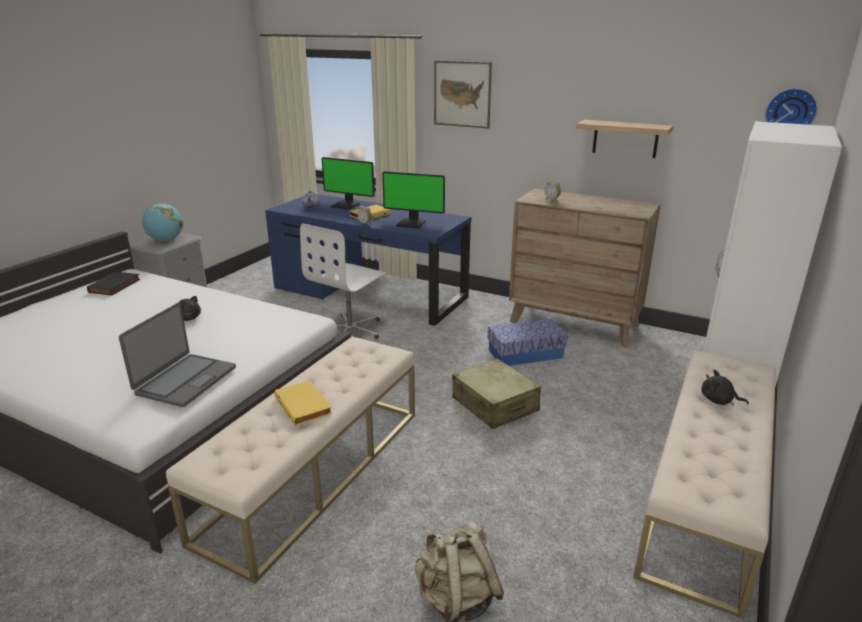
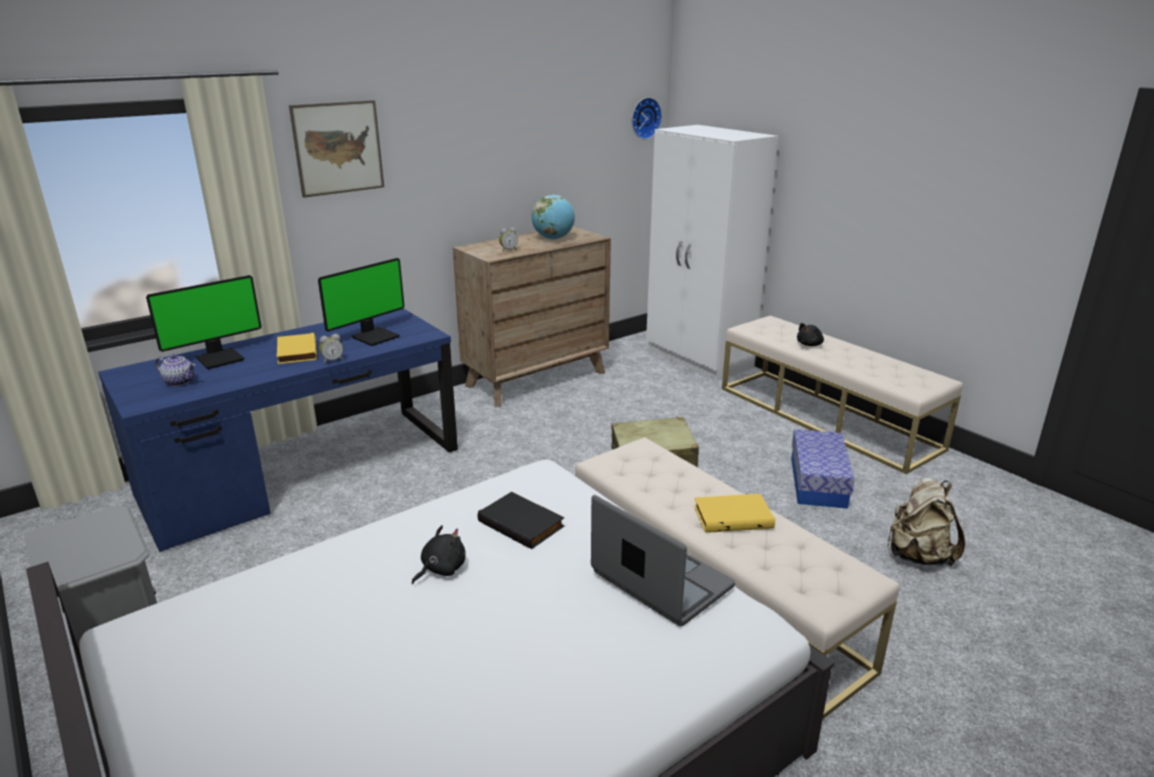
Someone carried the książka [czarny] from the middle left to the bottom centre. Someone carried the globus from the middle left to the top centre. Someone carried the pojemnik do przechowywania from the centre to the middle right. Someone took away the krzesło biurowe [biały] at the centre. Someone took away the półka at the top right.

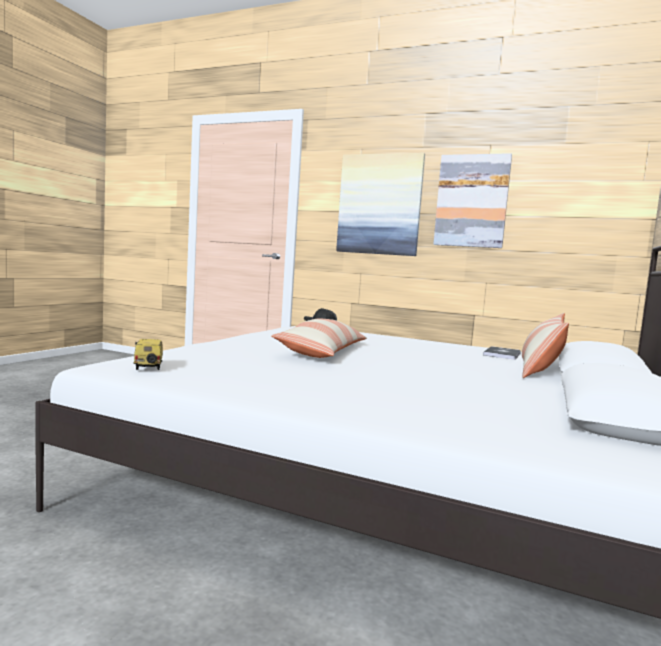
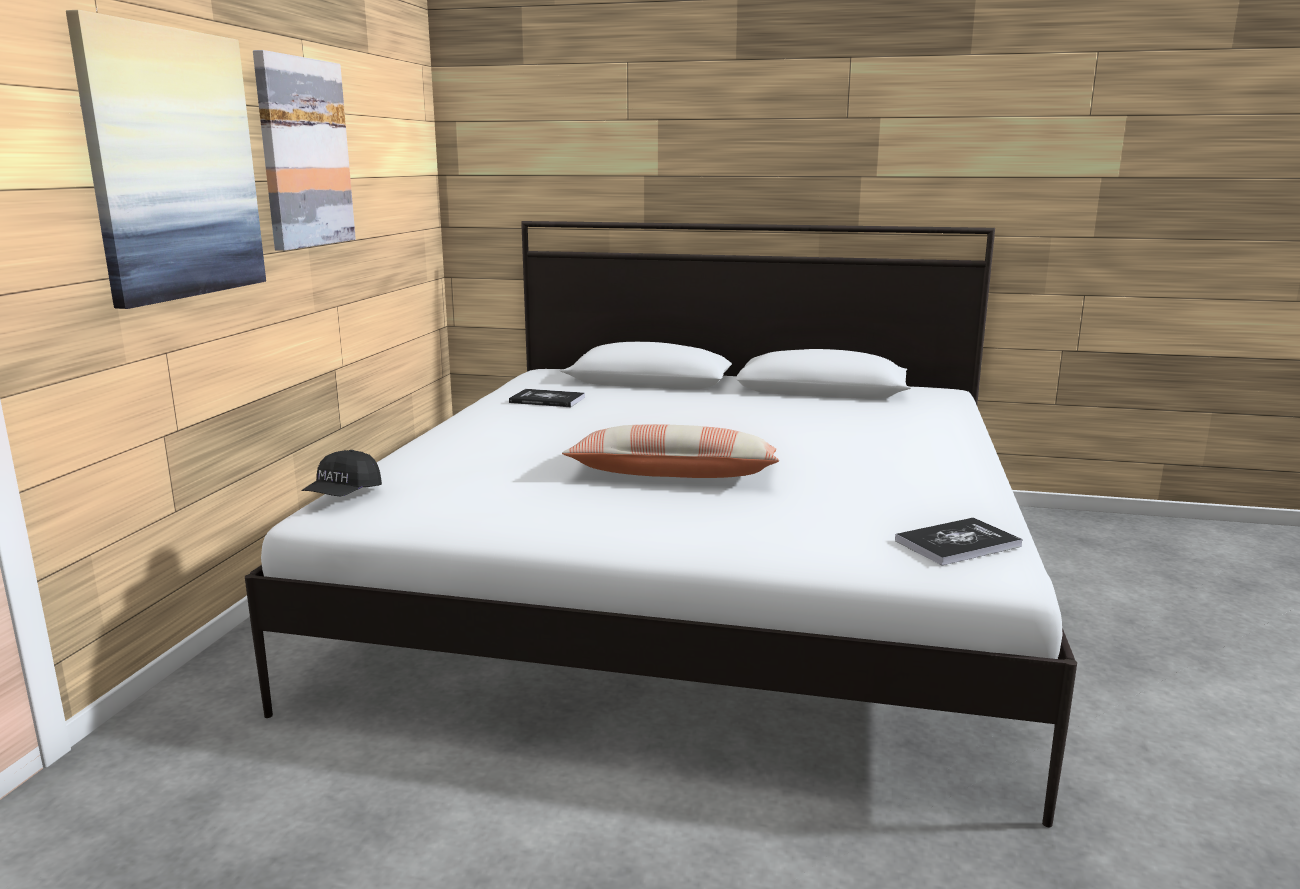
Someone swapped the samochodzik at the middle left for the książka (no. 2 from left) at the middle right. Someone took away the poduszka (no. 2 from left) at the middle right.

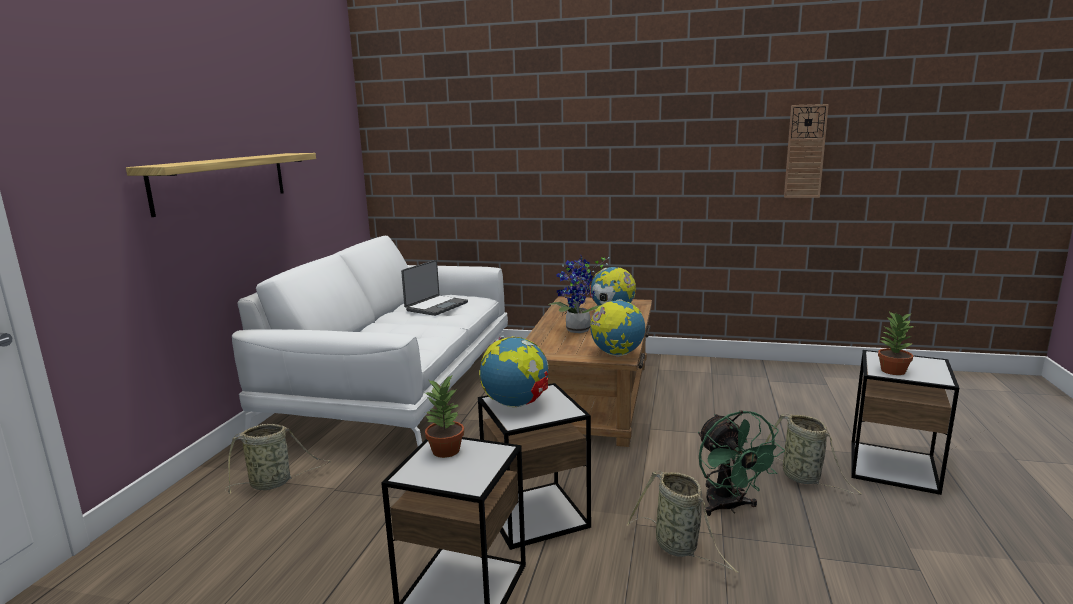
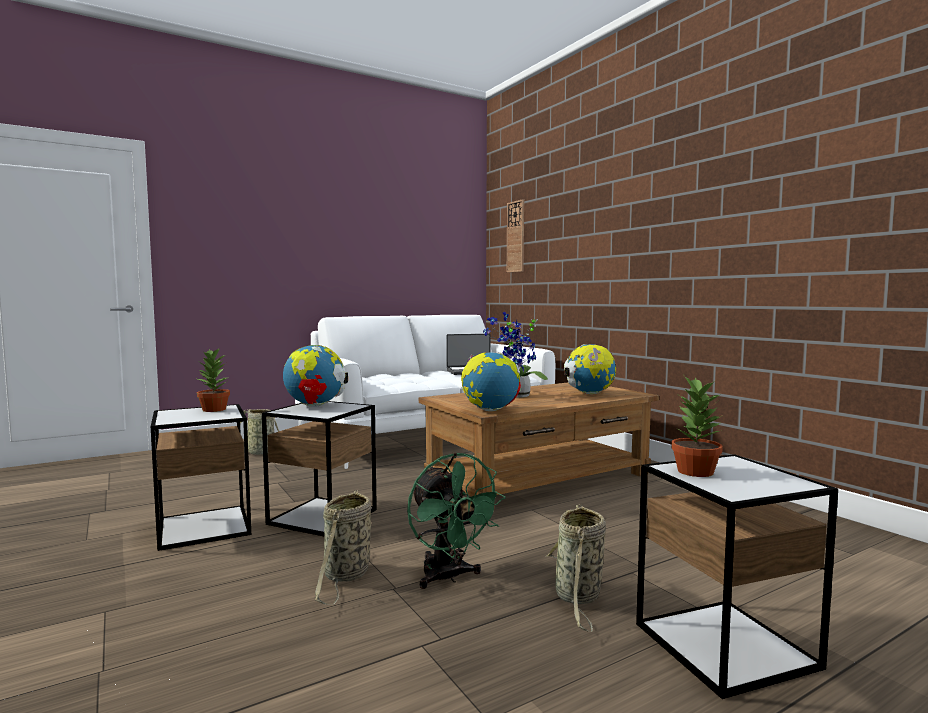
Someone rotated the wentylator [zielony] at the bottom right by 60 degrees counterclockwise. Someone carried the zegar ścienny from the top right to the top centre. Someone took away the półka at the top left.

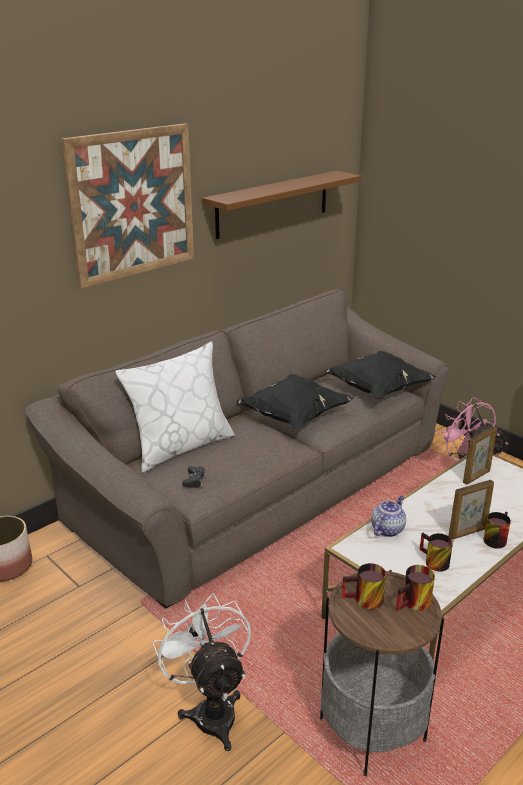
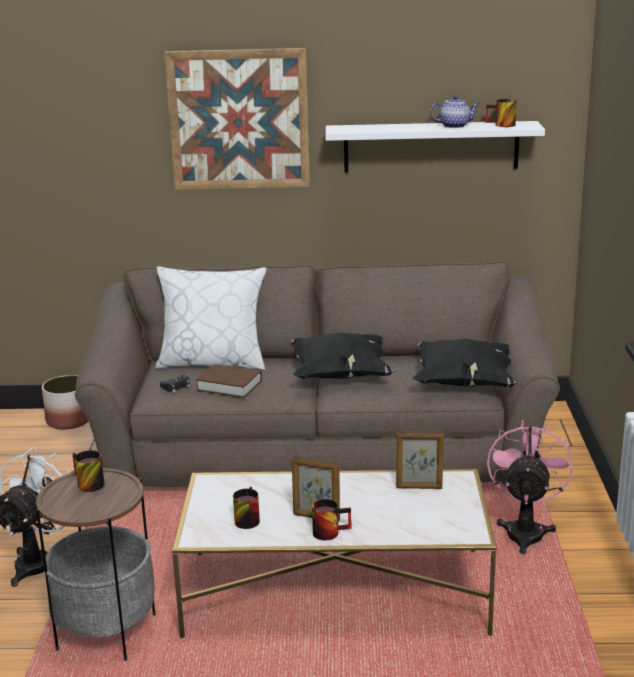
Someone put down the książka [brązowy] at the centre. Someone repainted the półka [brązowy] at the top centre, which became the półka [biały] at the top right. Someone carried the imbryk from the middle right to the top right. Someone carried the kubek (no. 2 from left in the first image) from the bottom right to the top right.

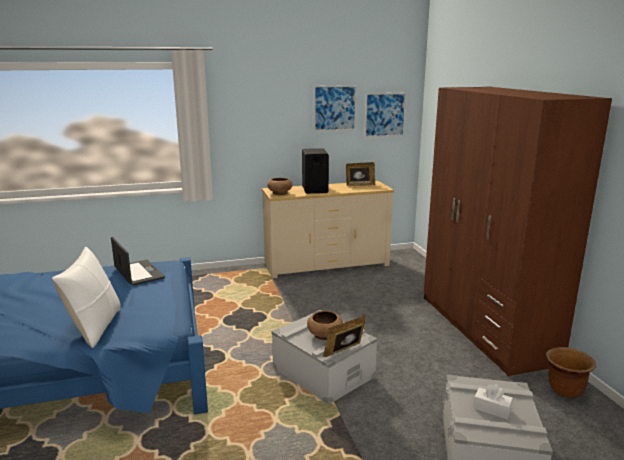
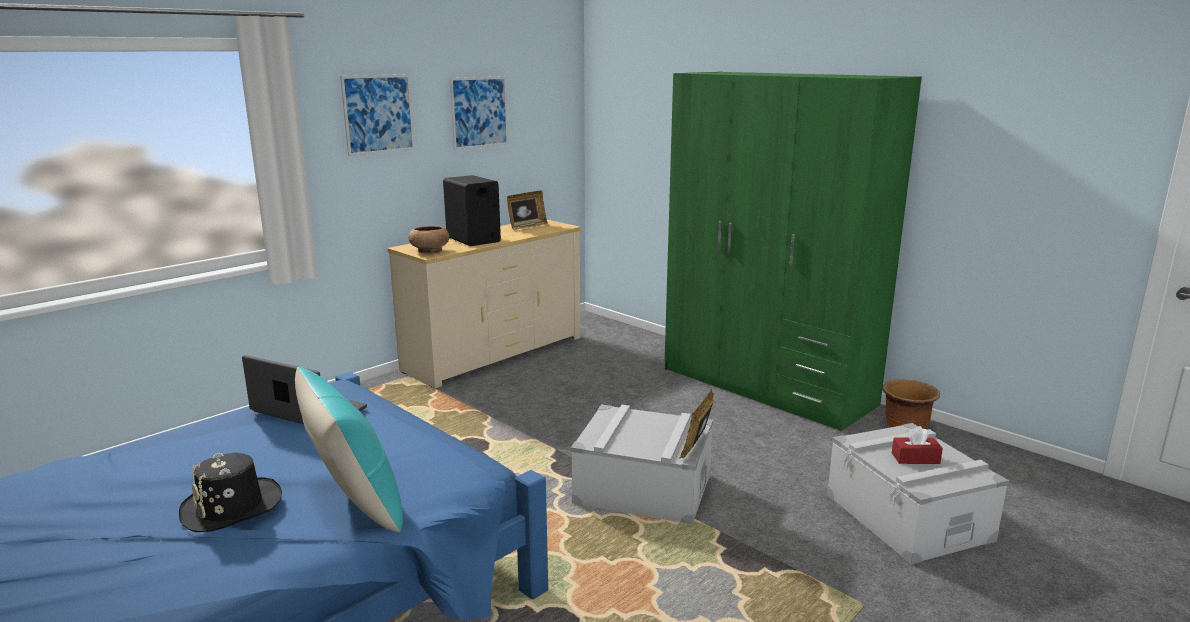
Someone put down the kapelusz [czarny] at the bottom left. Someone repainted the poduszka [biały] at the middle left, which became the poduszka [turkusowy] at the bottom left. Someone carried the obraz (no. 2 from left in the first image) from the top centre to the top left. Someone repainted the szafa [brązowy] at the middle right, which became the szafa [zielony] at the centre. Someone repainted the pudełko chusteczek [biały] at the bottom right, which became the pudełko chusteczek [czerwony] at the bottom right. Someone took away the miska [brązowy] (no. 2 from left) at the bottom centre.

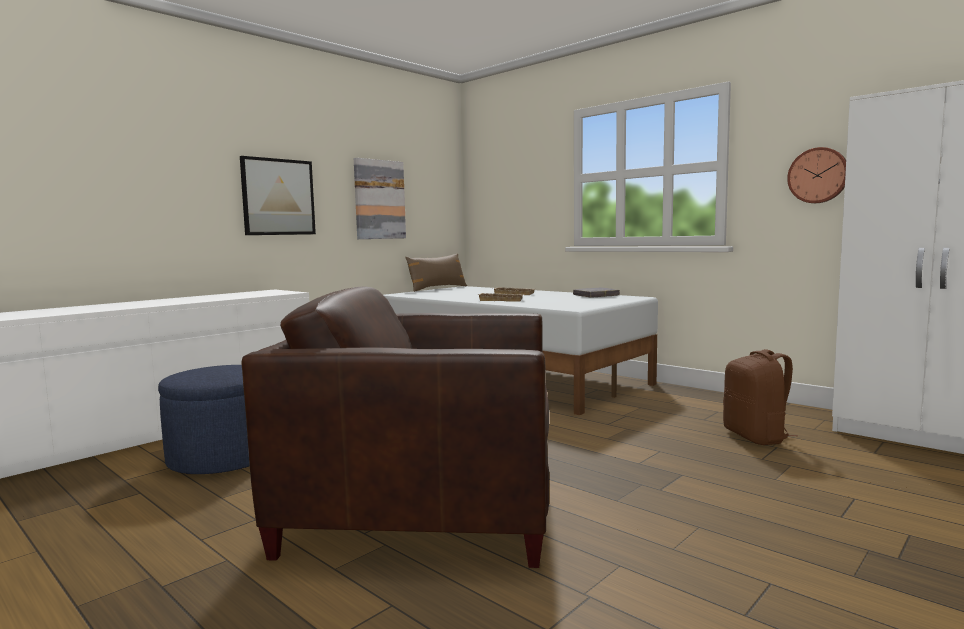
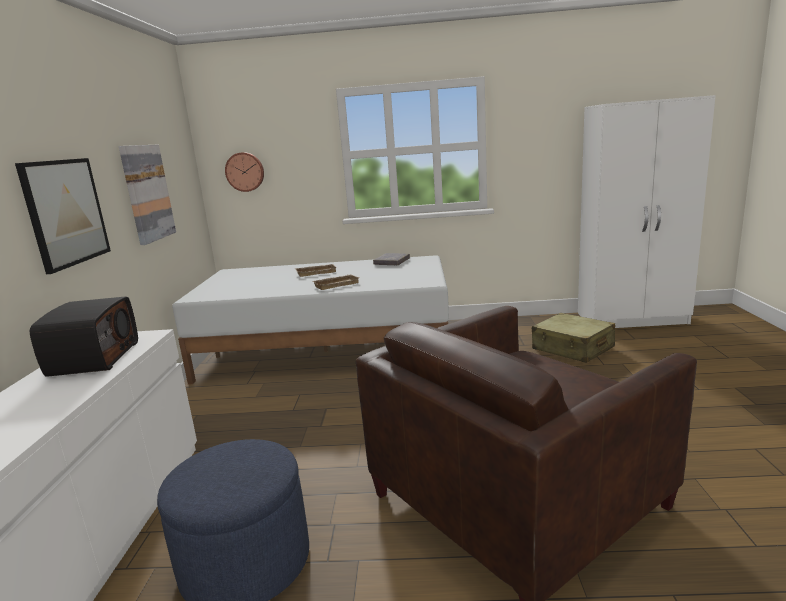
Someone put down the radio at the middle left. Someone carried the zegar ścienny from the top right to the top left. Someone swapped the plecak [brązowy] at the middle right for the walizka [beżowy] at the middle right. Someone took away the poduszka [brązowy] at the centre.

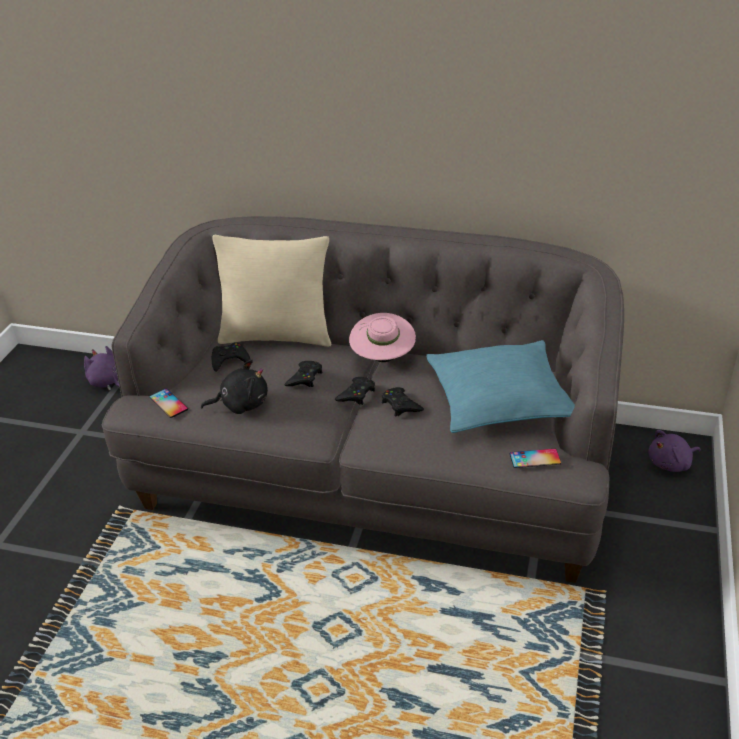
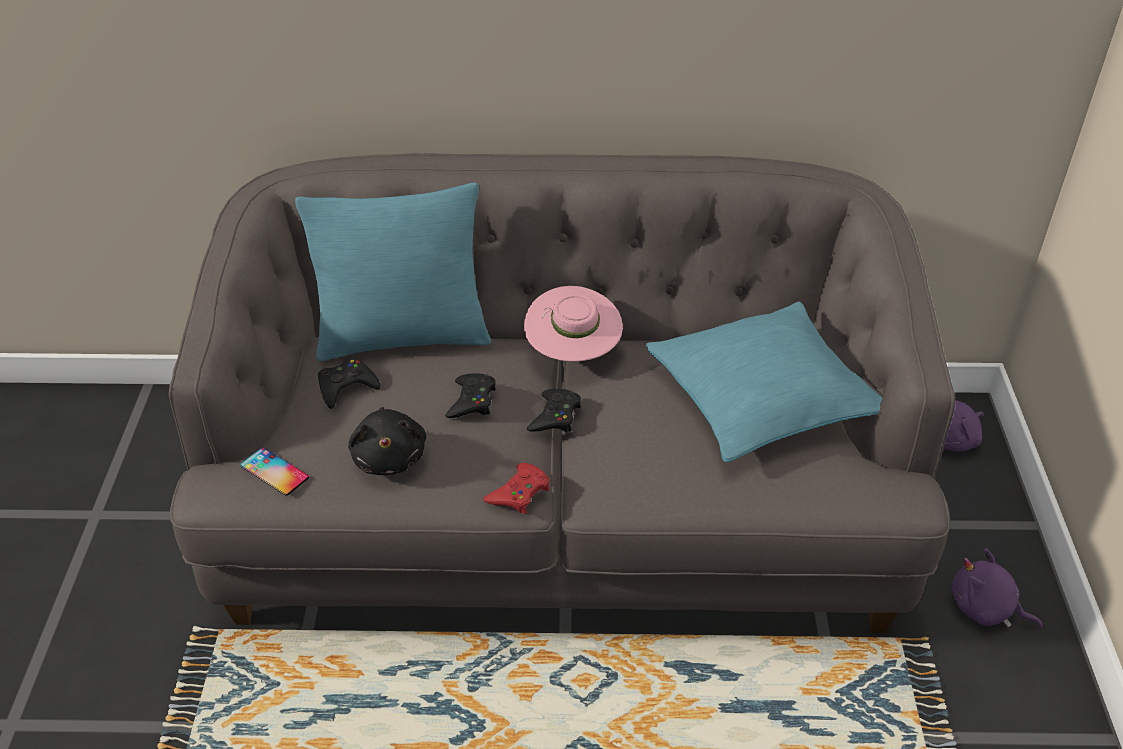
Someone repainted the poduszka [beżowy] at the centre, which became the poduszka [turkusowy] (no. 1 from left) at the centre. Someone rotated the pluszak [czarny] at the middle left by 105 degrees clockwise. Someone put down the pad do gier [czerwony] at the centre. Someone carried the pluszak [fioletowy] (no. 1 from left in the first image) from the middle left to the bottom right. Someone took away the pad do gier [czarny] (no. 4 from left) at the centre. Someone took away the telefon (no. 2 from left) at the middle right.

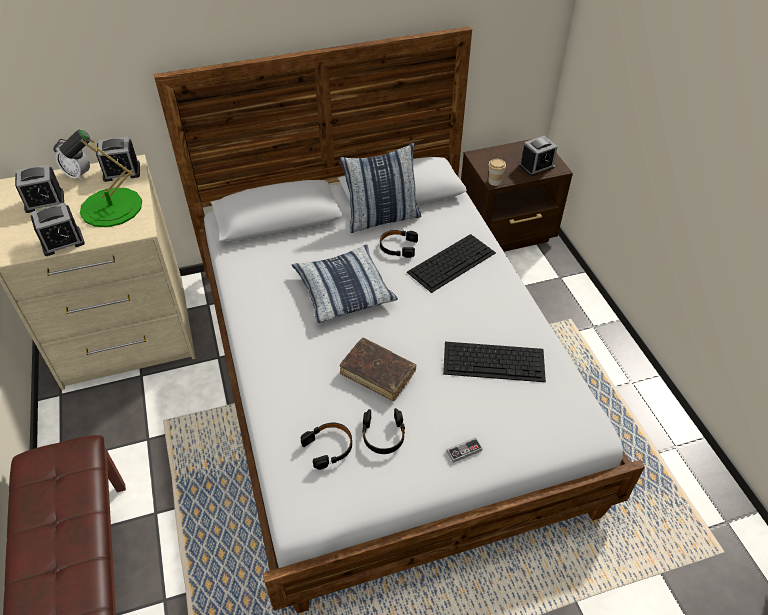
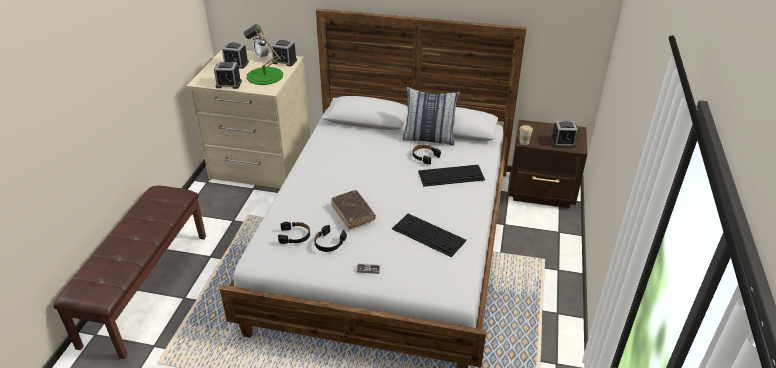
Someone took away the poduszka (no. 1 from left) at the centre.

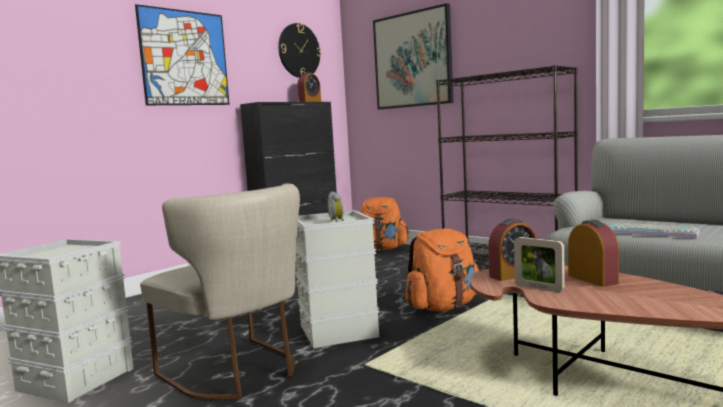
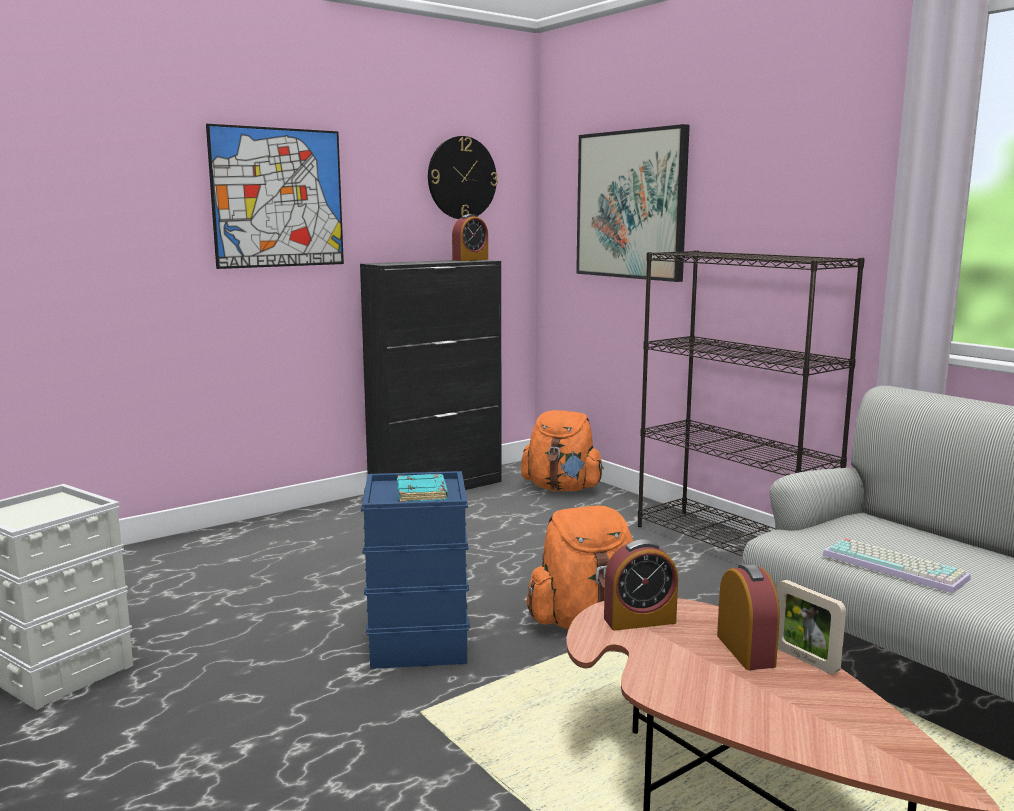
Someone repainted the pojemnik do przechowywania [szary] (no. 2 from left) at the bottom centre, which became the pojemnik do przechowywania [niebieski] at the bottom centre. Someone swapped the budzik (no. 2 from left) at the centre for the książka [turkusowy] at the centre. Someone carried the ramka na zdjęcie from the middle right to the bottom right. Someone took away the krzesło [beżowy] at the bottom left.

